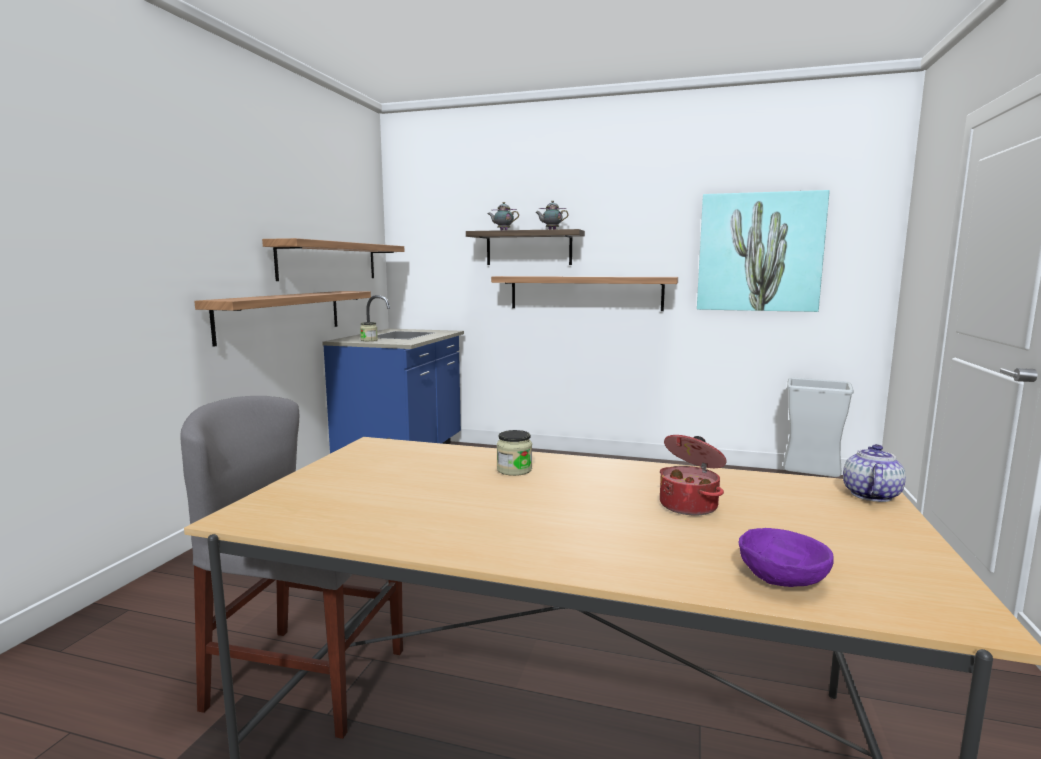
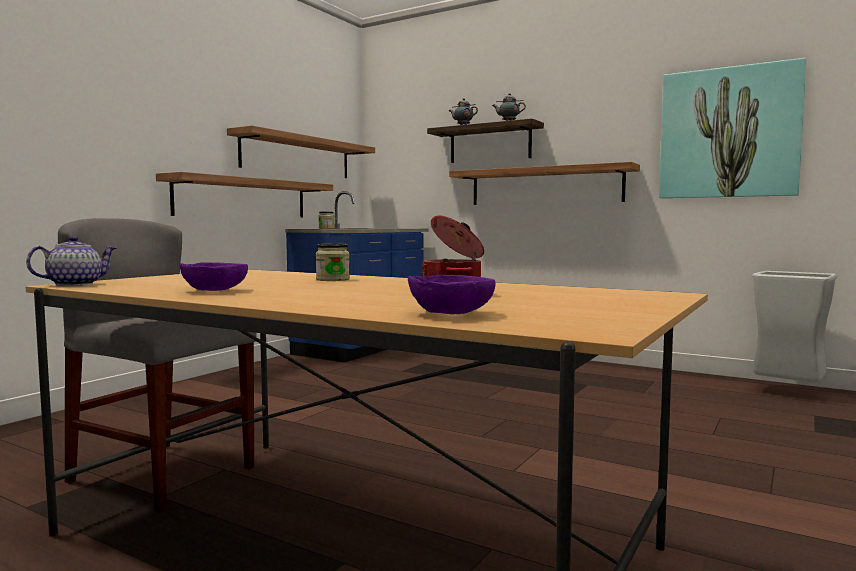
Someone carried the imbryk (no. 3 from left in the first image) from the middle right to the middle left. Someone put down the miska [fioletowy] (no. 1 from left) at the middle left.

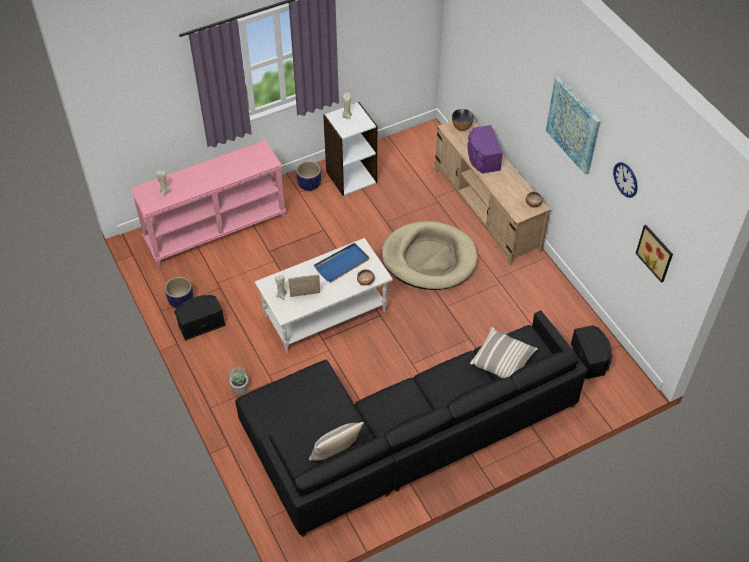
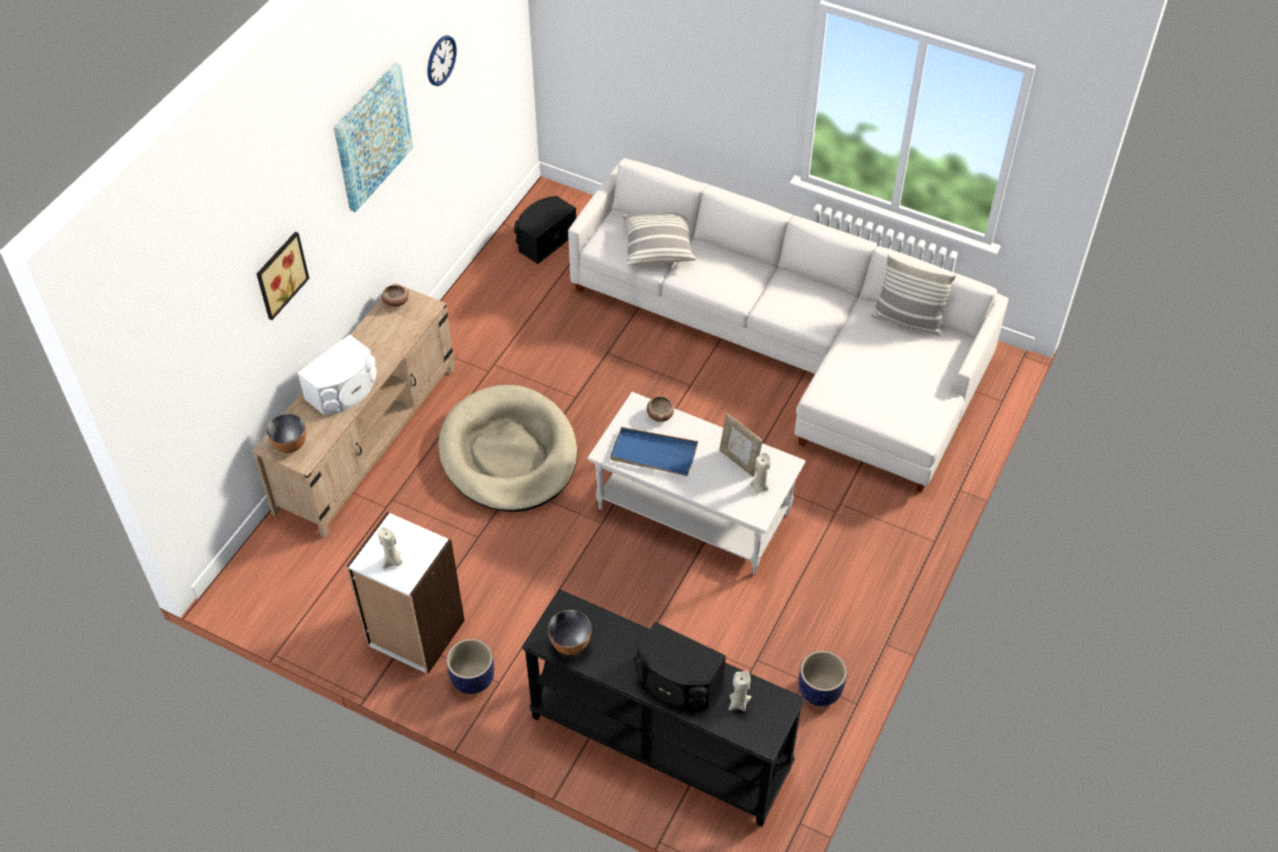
Someone carried the obraz (no. 2 from left in the first image) from the middle right to the top left. Someone repainted the głośnik [fioletowy] at the top centre, which became the głośnik [biały] at the middle left. Someone repainted the stolik konsolowy [różowy] at the middle left, which became the stolik konsolowy [czarny] at the bottom centre. Someone put down the miska (no. 3 from left) at the bottom centre. Someone repainted the kanapa [czarny] at the bottom centre, which became the kanapa [biały] at the centre. Someone carried the głośnik [czarny] (no. 1 from left in the first image) from the middle left to the bottom centre. Someone took away the roślina doniczkowa at the bottom left.

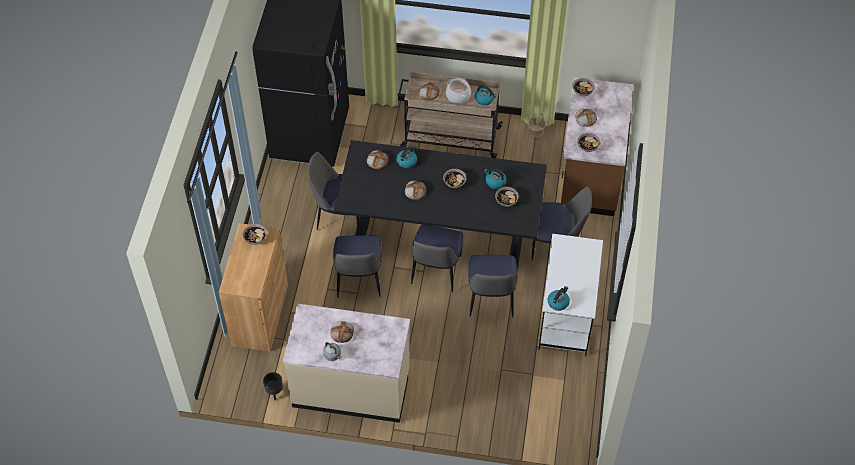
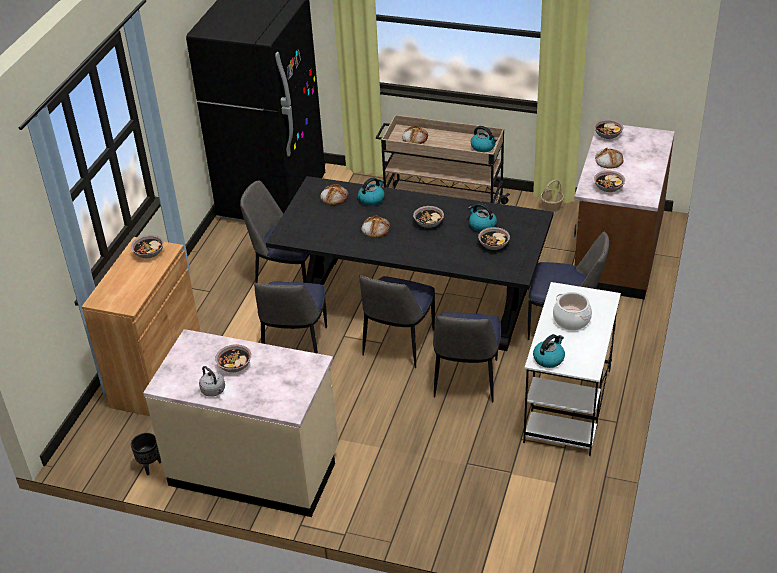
Someone swapped the chleb (no. 1 from left) at the bottom centre for the miska (no. 2 from left) at the middle left. Someone carried the garnek from the top centre to the middle right.

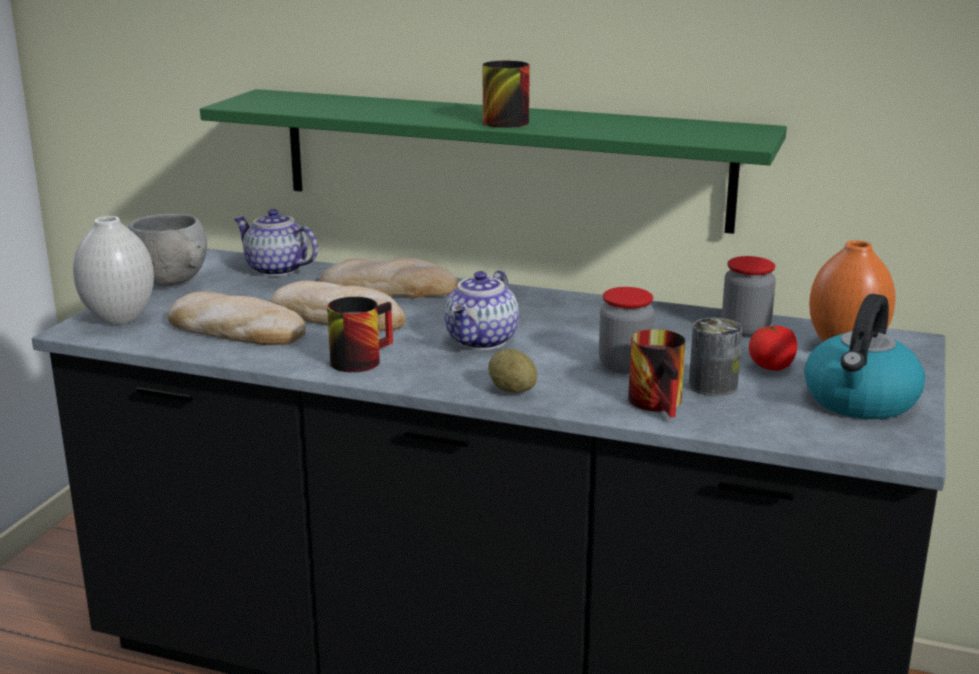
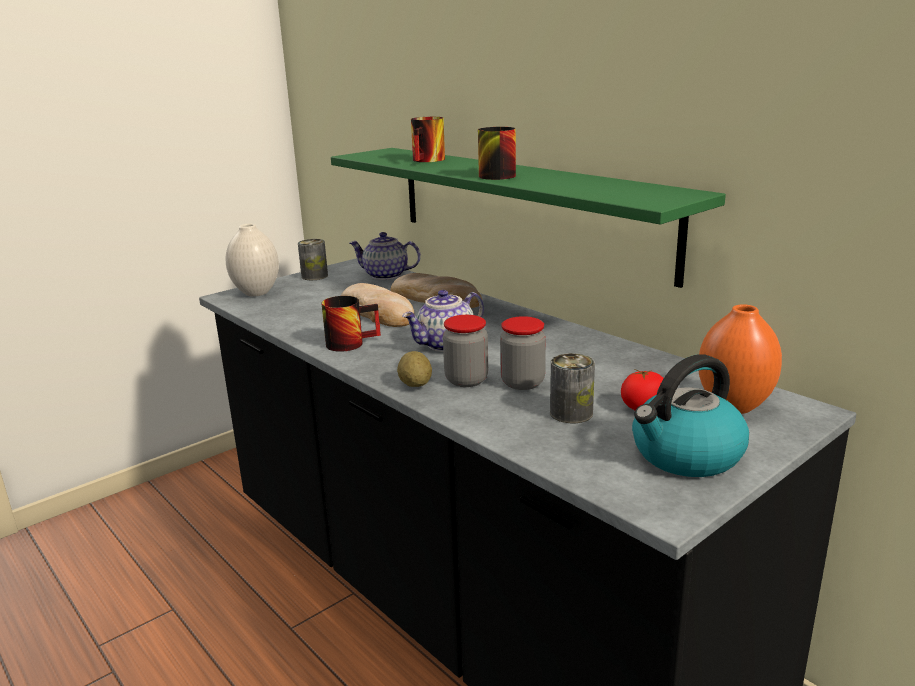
Someone swapped the miska [szary] at the middle left for the puszka (no. 1 from left) at the centre. Someone rotated the imbryk (no. 1 from left) at the middle left by 45 degrees counterclockwise. Someone carried the kubek (no. 3 from left in the first image) from the middle right to the top centre. Someone carried the słoik (no. 2 from left in the first image) from the middle right to the centre. Someone took away the chleb (no. 1 from left) at the middle left.

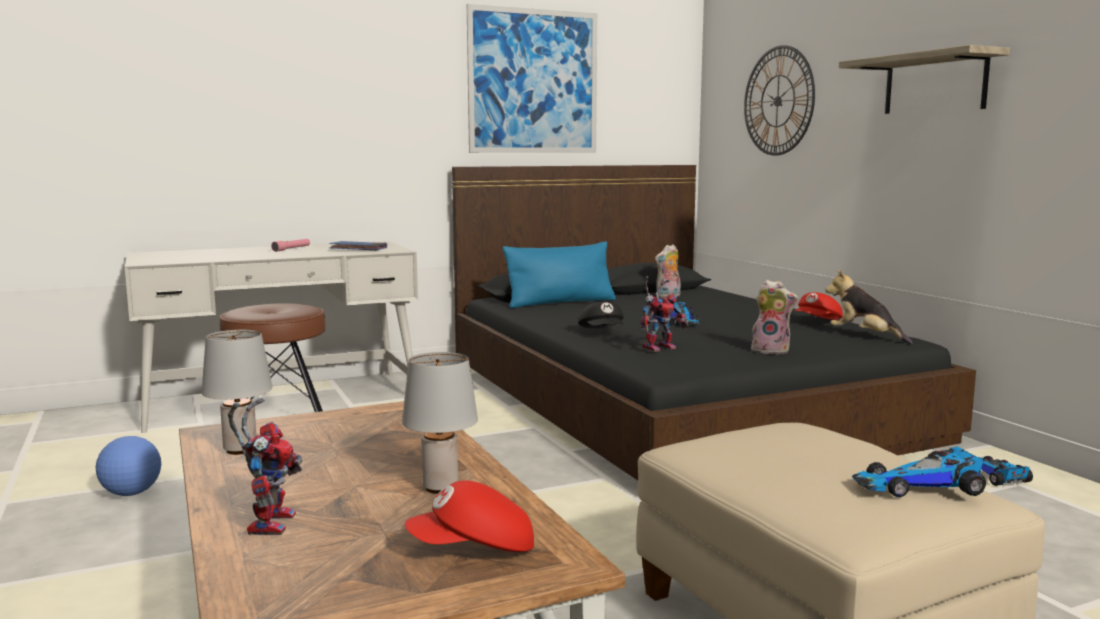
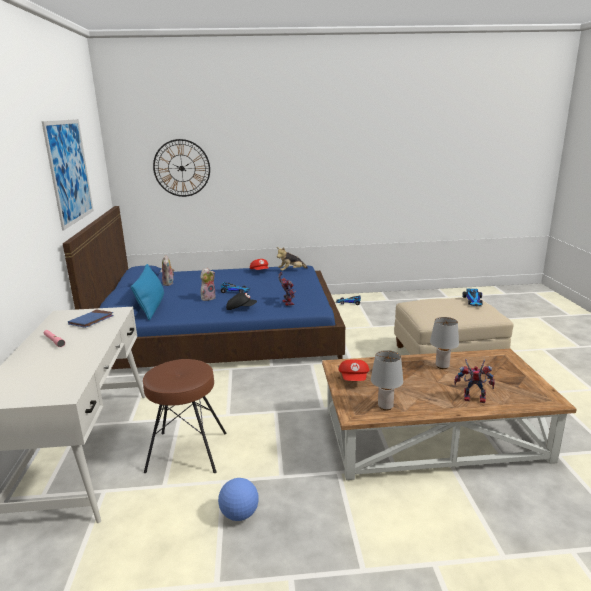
Someone repainted the łóżko [czarny] at the centre, which became the łóżko [niebieski] at the centre. Someone carried the pluszak (no. 2 from left) from the middle right to the centre. Someone carried the czapka z daszkiem [czerwony] (no. 1 from left in the first image) from the bottom centre to the centre. Someone took away the półka at the top right.

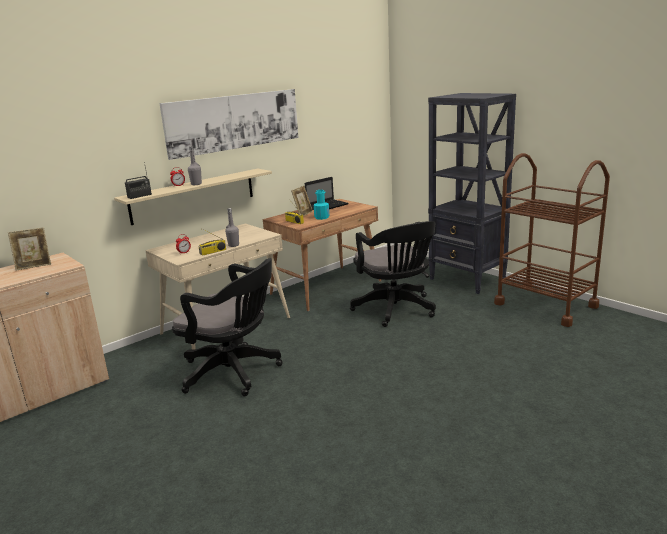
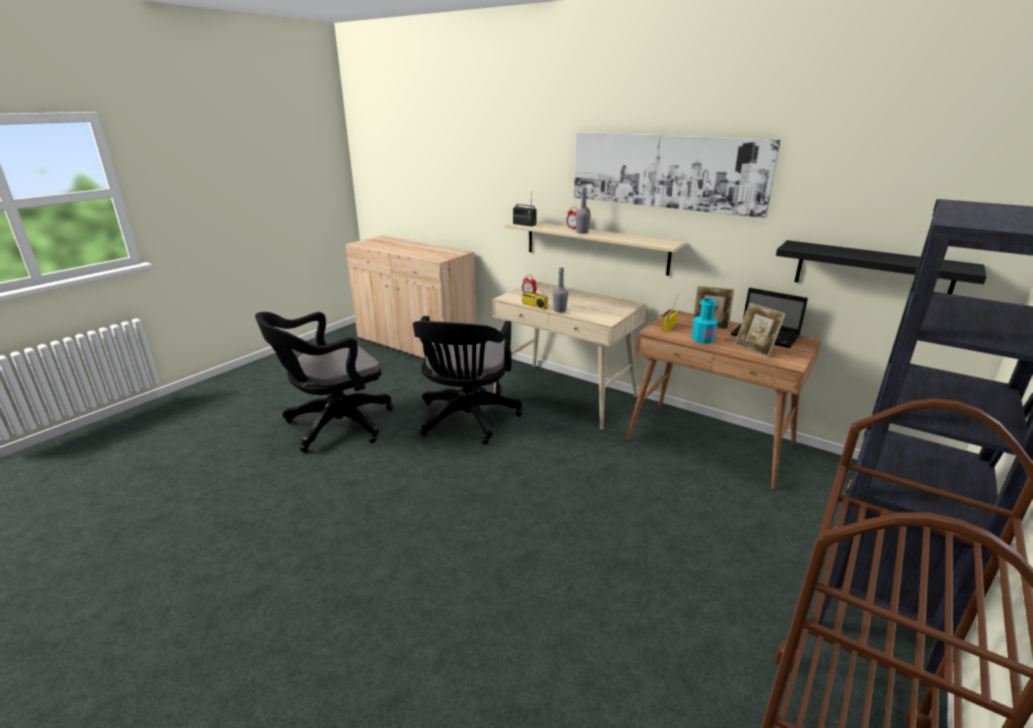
Someone carried the krzesło biurowe [czarny] (no. 2 from left in the first image) from the centre to the middle left. Someone carried the ramka na zdjęcie (no. 1 from left in the first image) from the middle left to the middle right. Someone put up the półka [czarny] at the middle right.

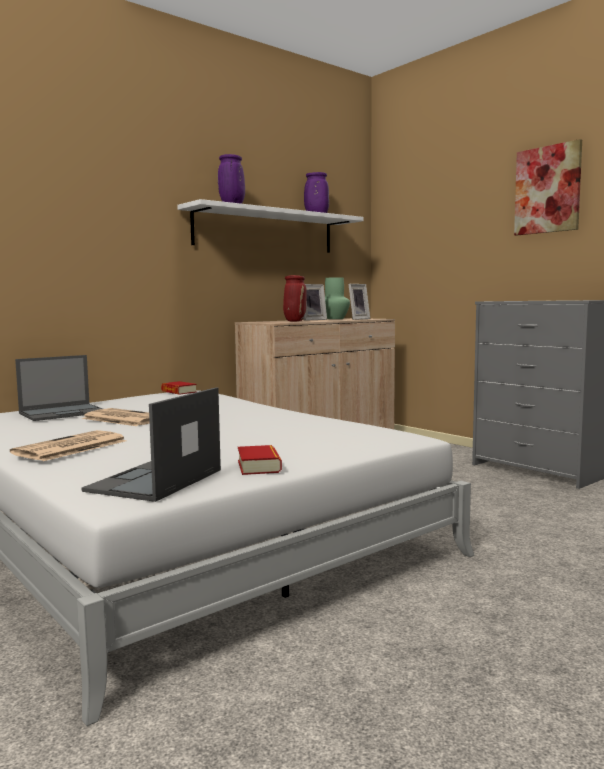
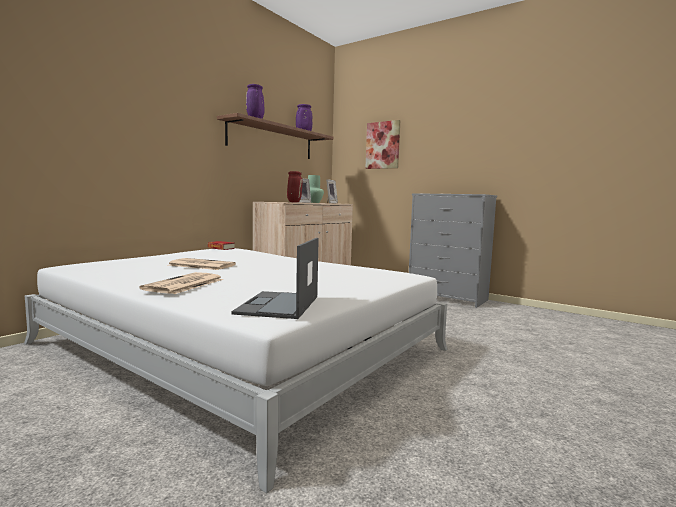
Someone repainted the półka [biały] at the top centre, which became the półka [brązowy] at the top centre. Someone carried the obraz from the top right to the top centre. Someone took away the laptop (no. 1 from left) at the middle left. Someone took away the książka (no. 2 from left) at the centre.

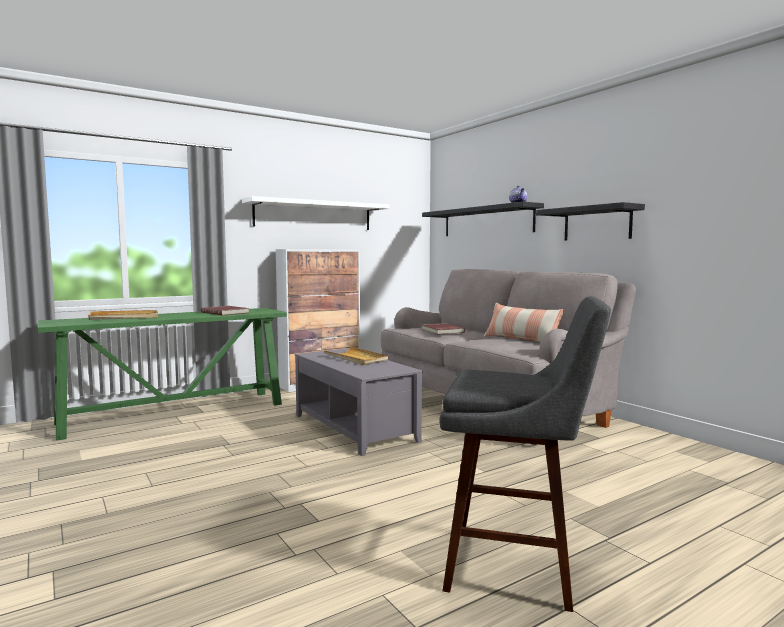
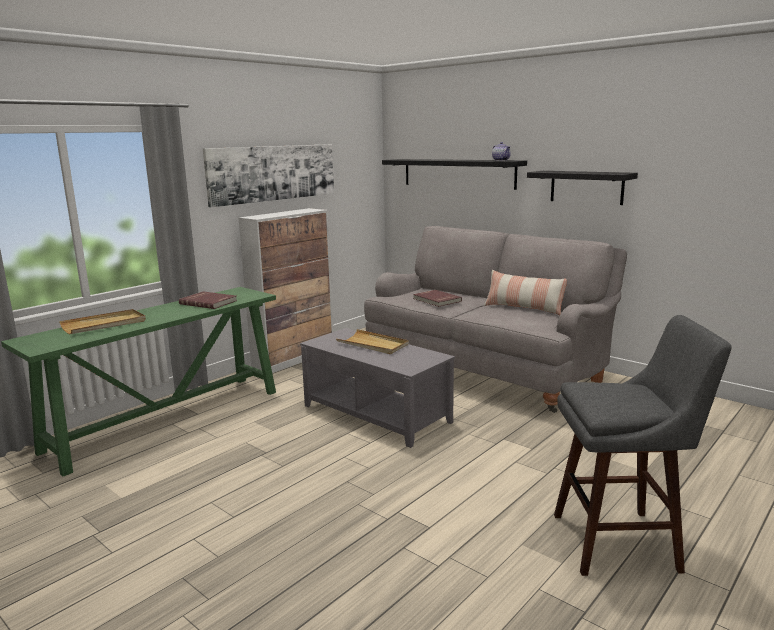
Someone swapped the półka [biały] at the centre for the obraz at the top centre.

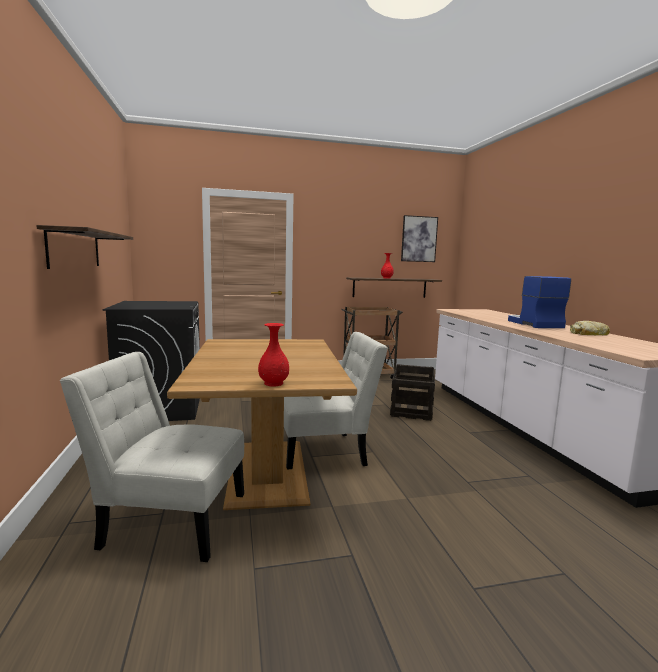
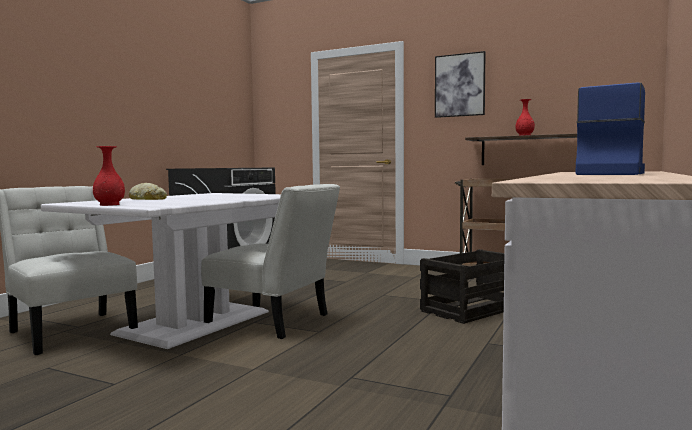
Someone repainted the stół jadalny [brązowy] at the centre, which became the stół jadalny [biały] at the middle left. Someone carried the chleb from the middle right to the middle left. Someone carried the obraz from the centre to the top centre. Someone took away the półka (no. 1 from left) at the middle left.

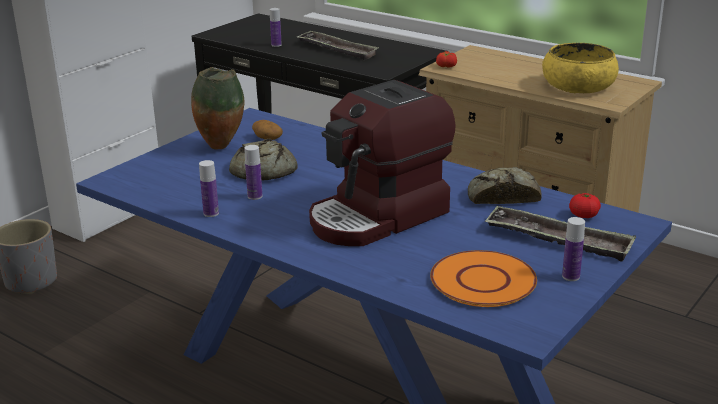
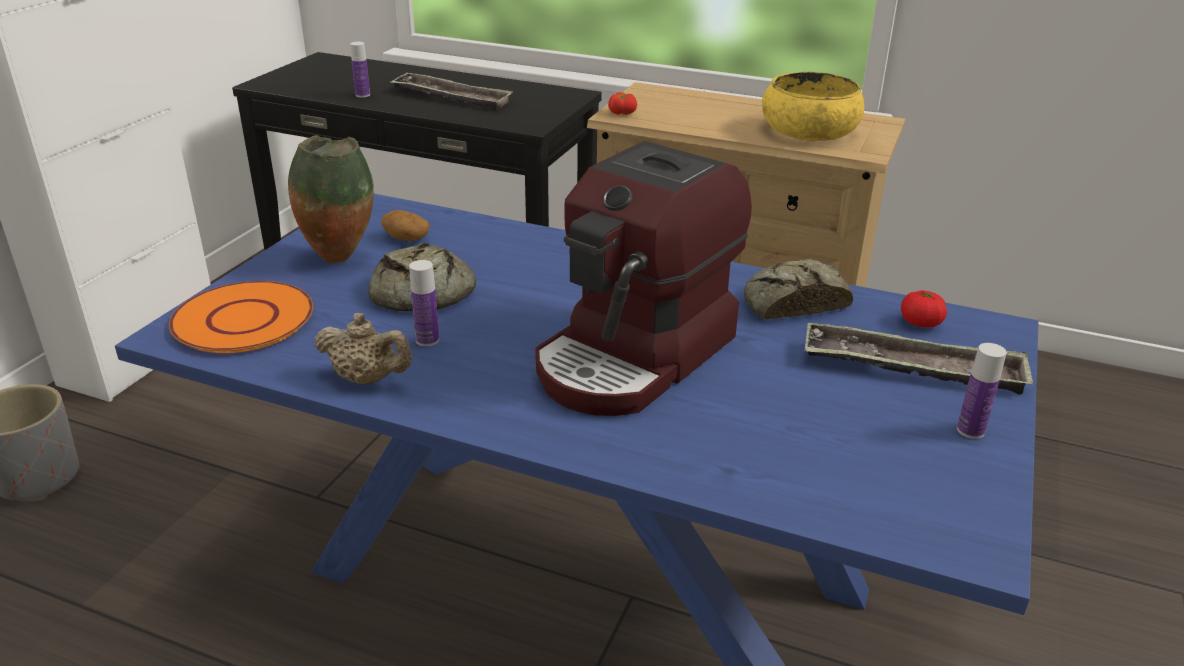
Someone carried the talerz [pomarańczowy] from the bottom right to the middle left. Someone swapped the butelka (no. 1 from left) at the middle left for the imbryk [beżowy] at the middle left.

